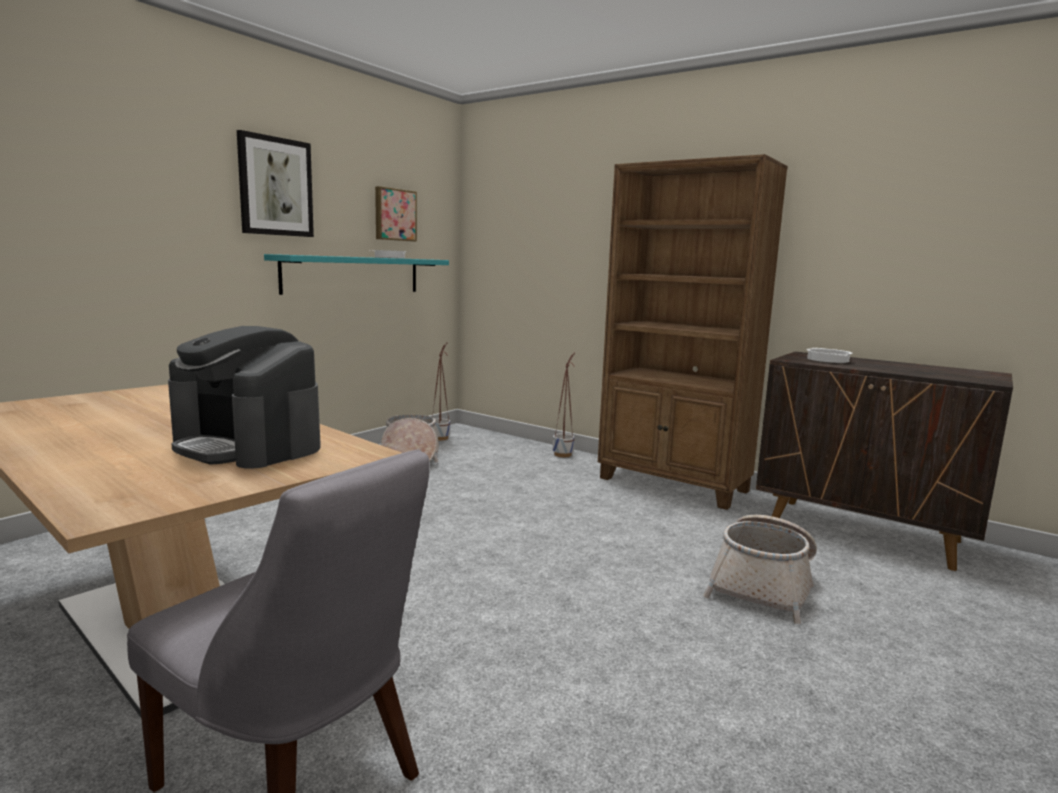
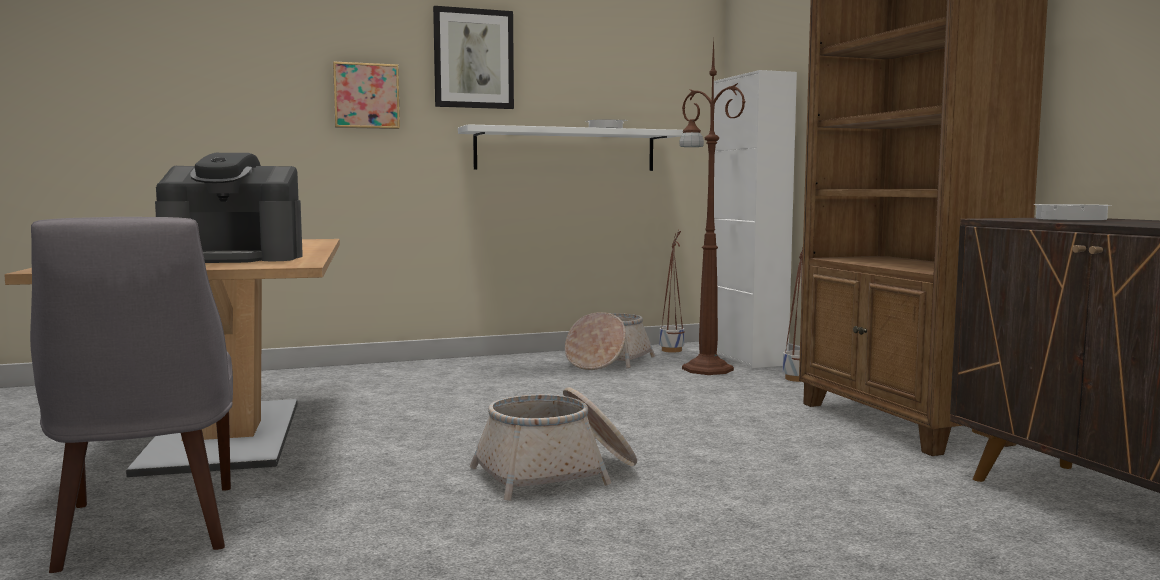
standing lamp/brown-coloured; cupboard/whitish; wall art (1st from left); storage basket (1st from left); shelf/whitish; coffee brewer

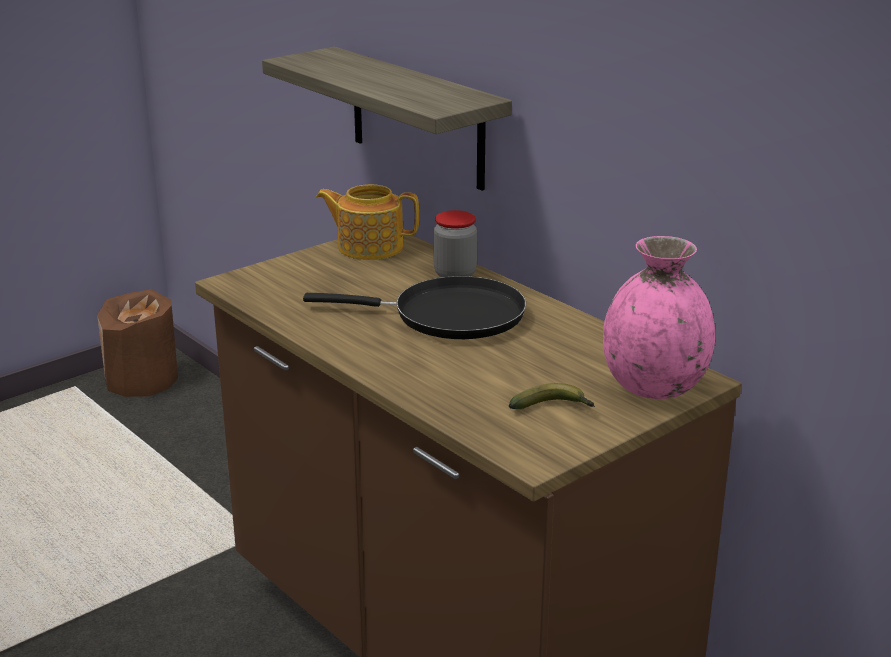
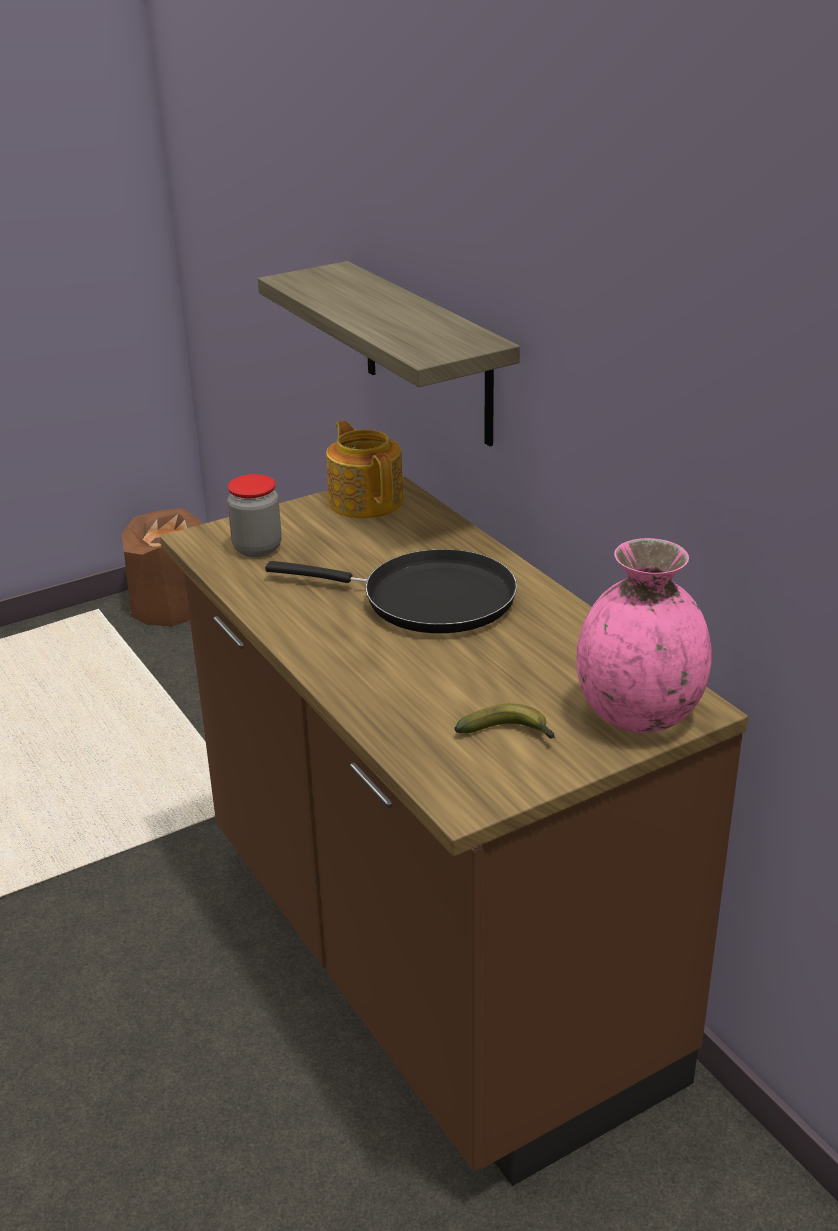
storage jar; pot for tea

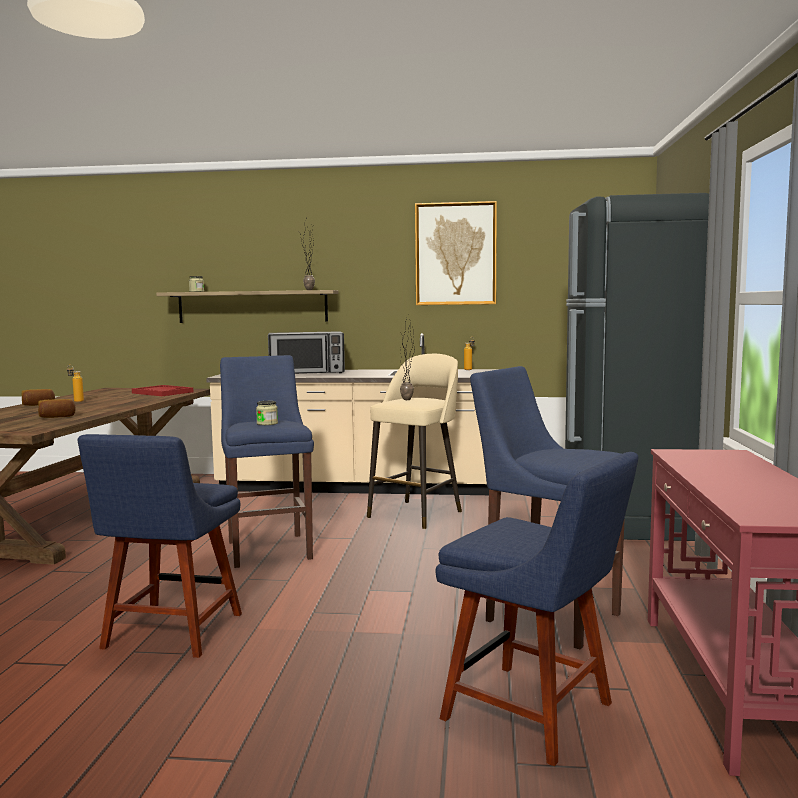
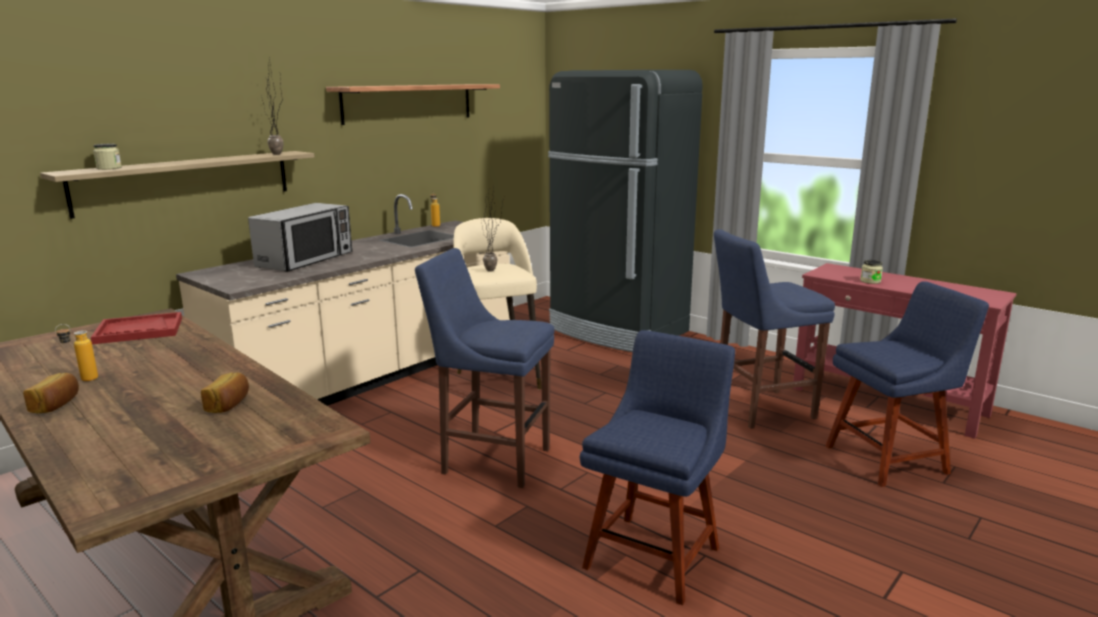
storage jar (2nd from left); shelf (2nd from left); chair/blue-coloured (1st from left)

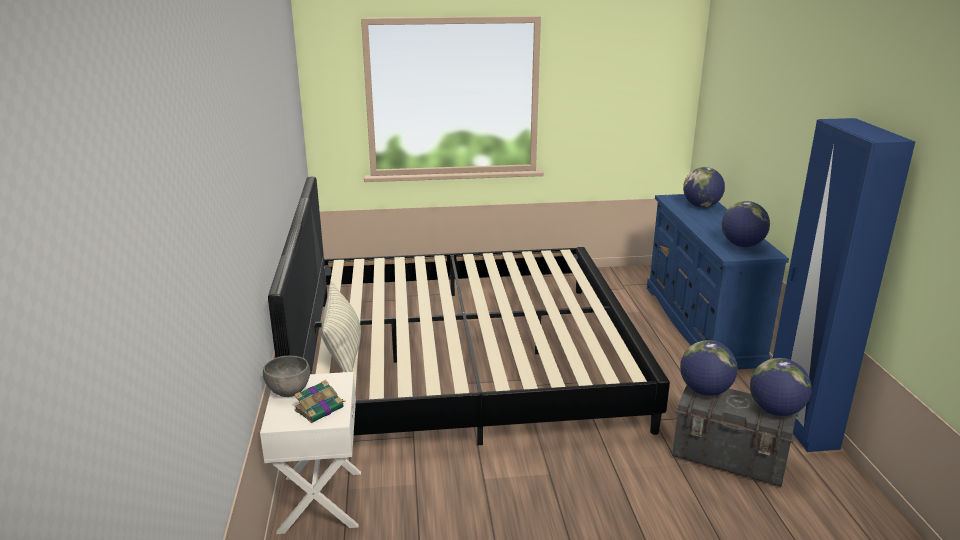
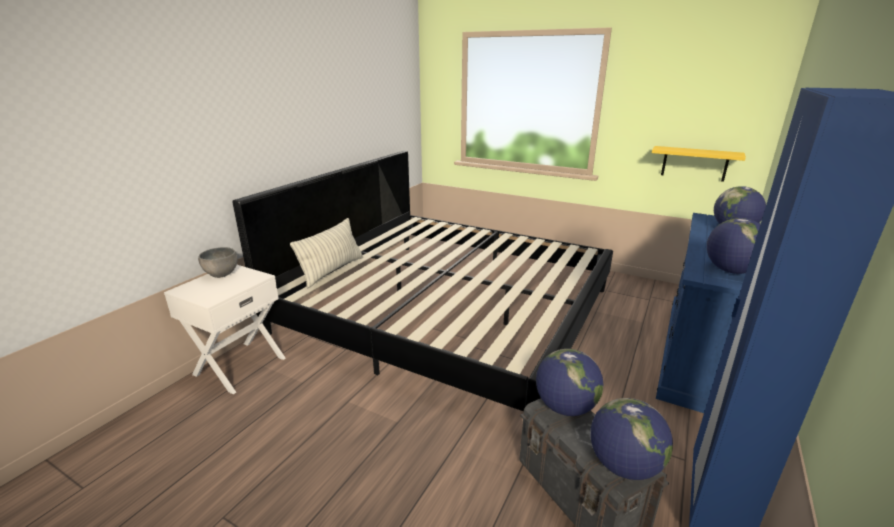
volume; shelf/yellow

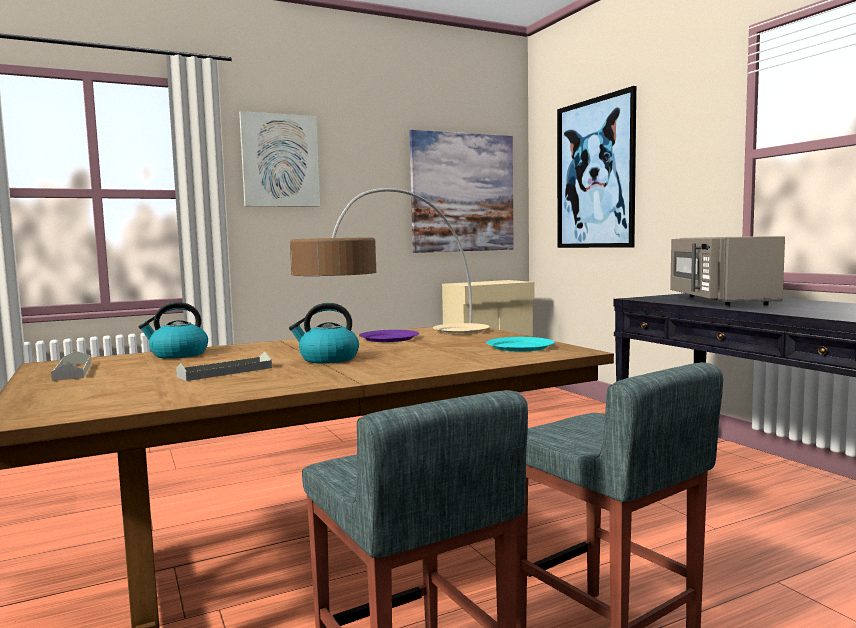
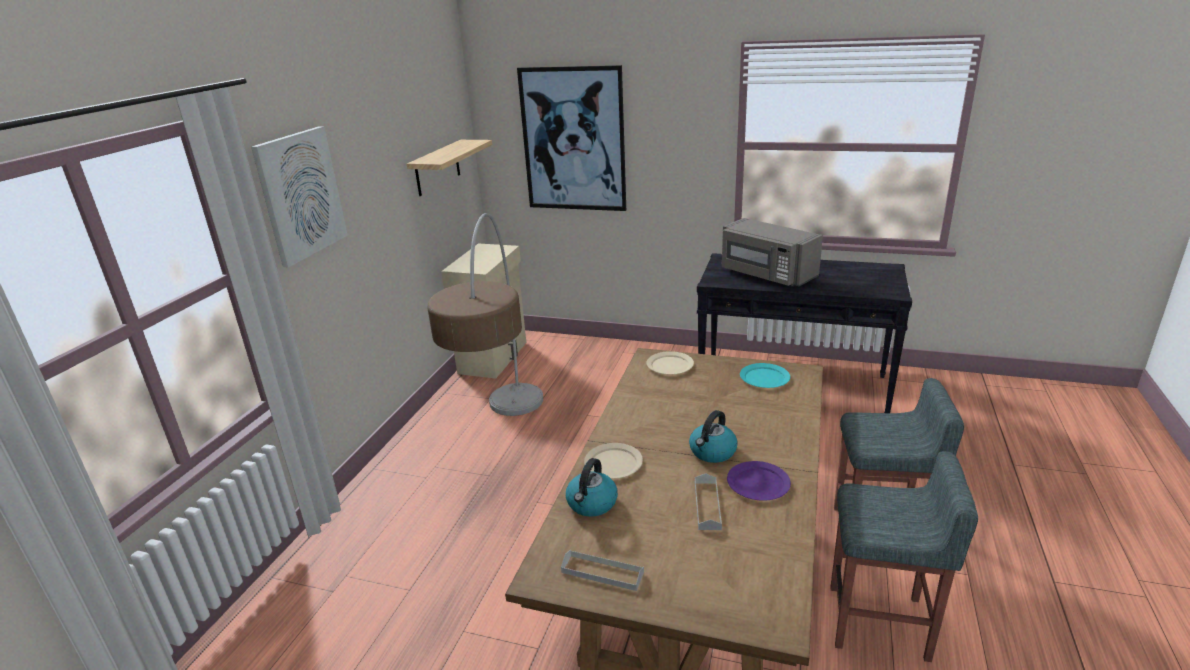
dinner plate/beige (1st from left); dinner plate/purplish; shelf

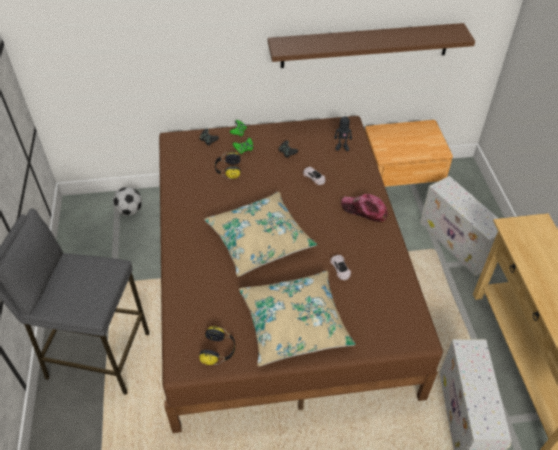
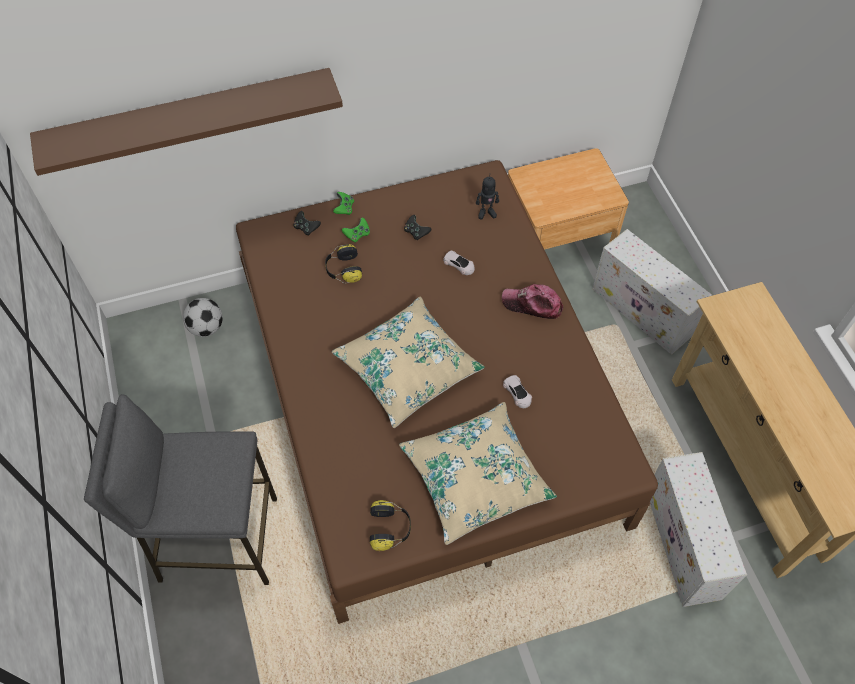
shelf/brown-coloured

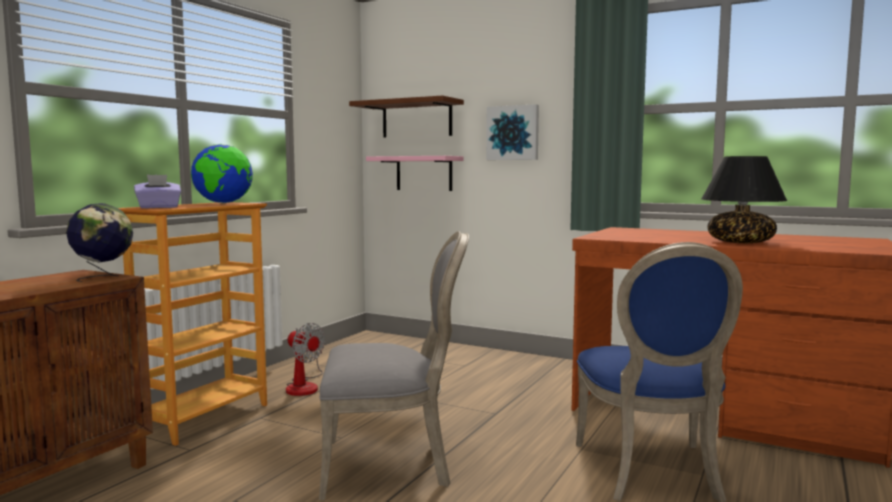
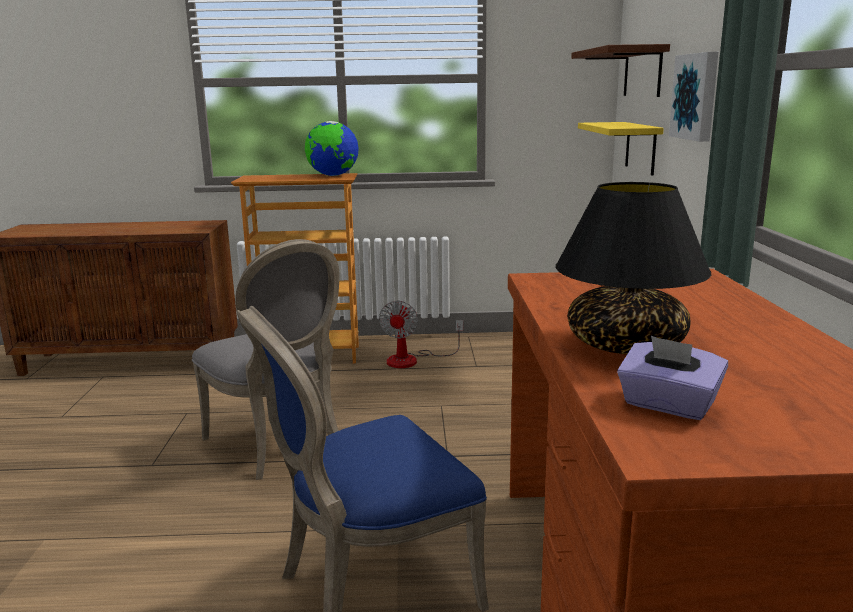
world globe (1st from left in the first image); box of tissues/purplish; shelf/yellow

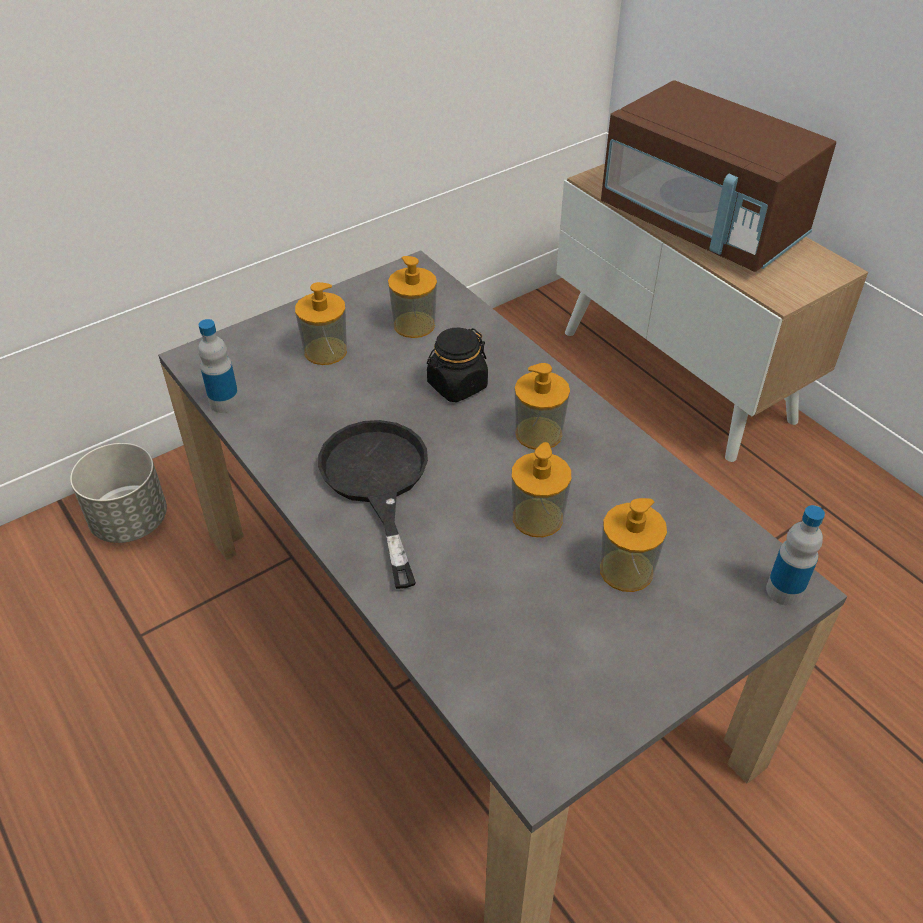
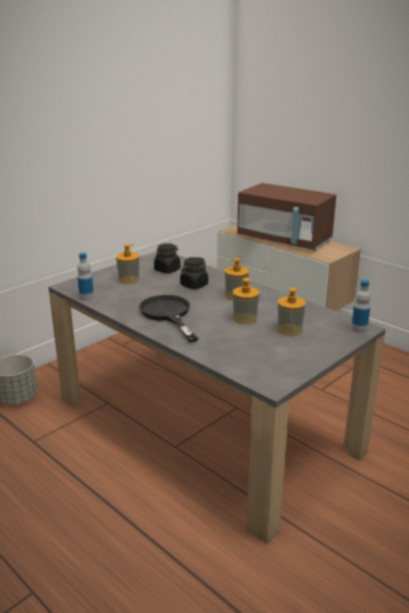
storage jar/black-coloured (1st from left)

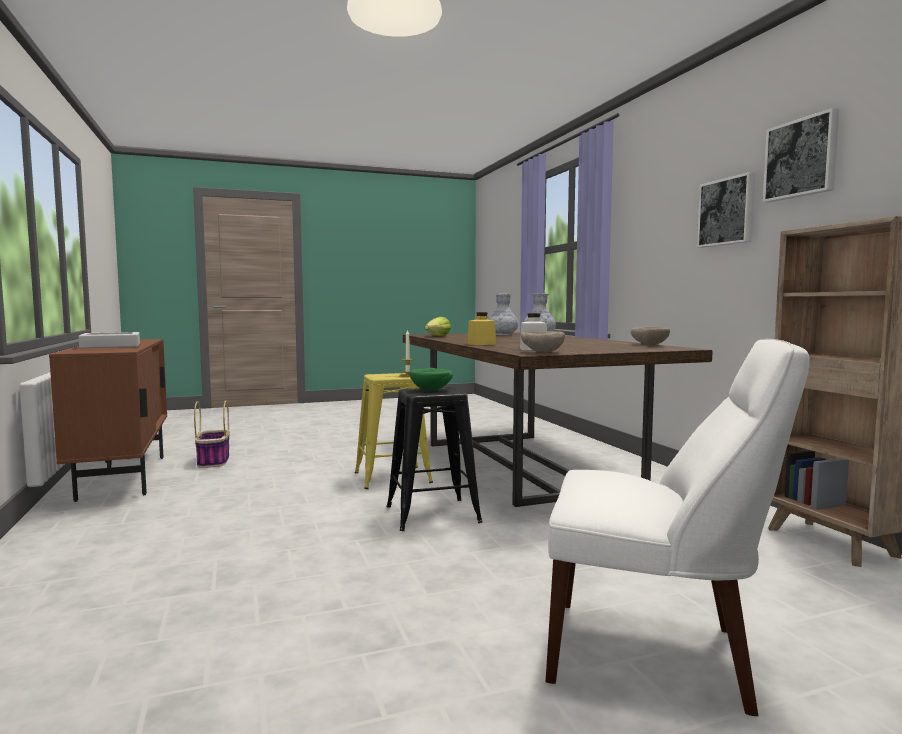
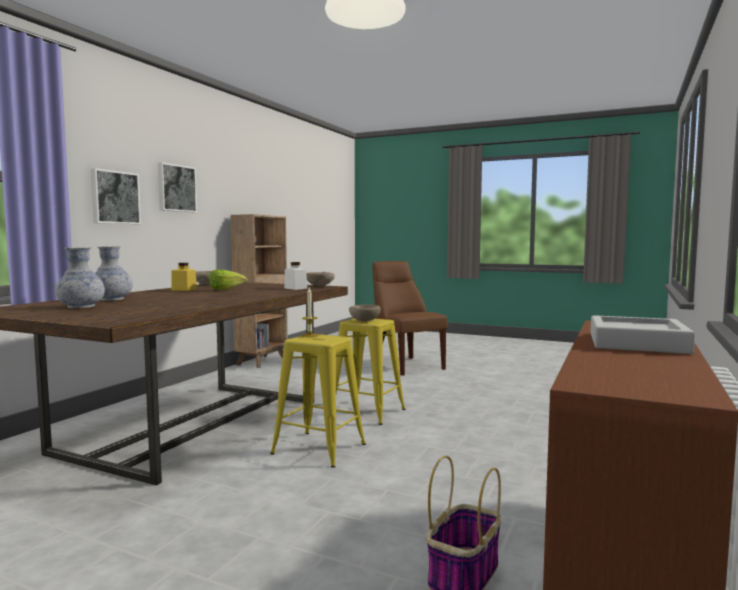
lettuce head; storage jar/yellow; wall art (1st from left); sitting stool/yellow (2nd from left); serving bowl/beige (3rd from left); chair/brown-coloured

